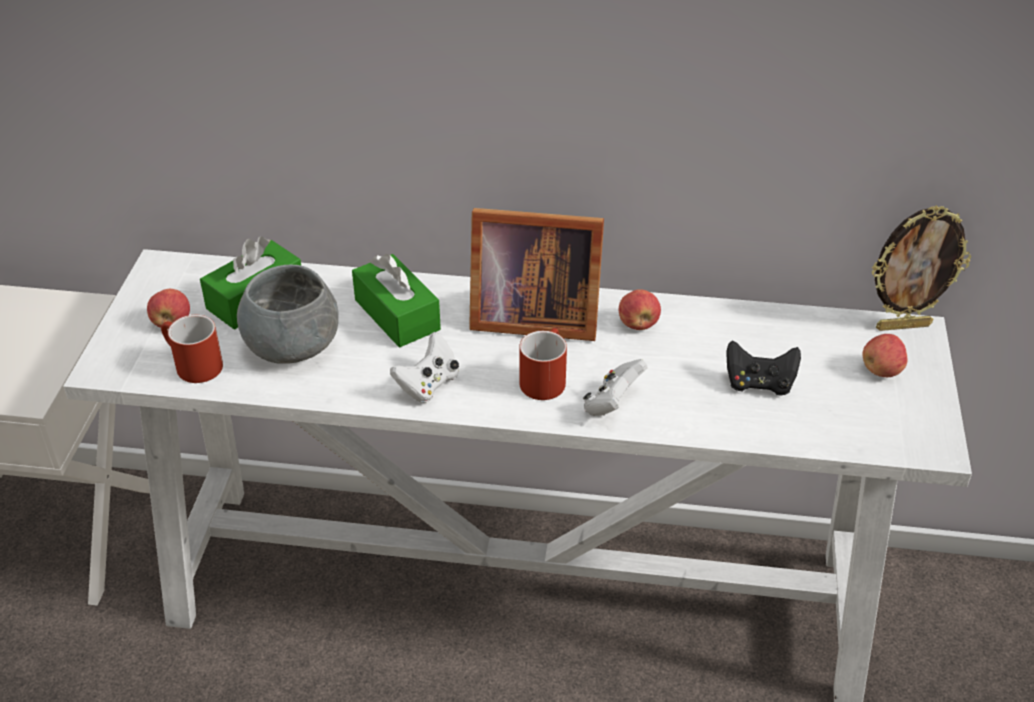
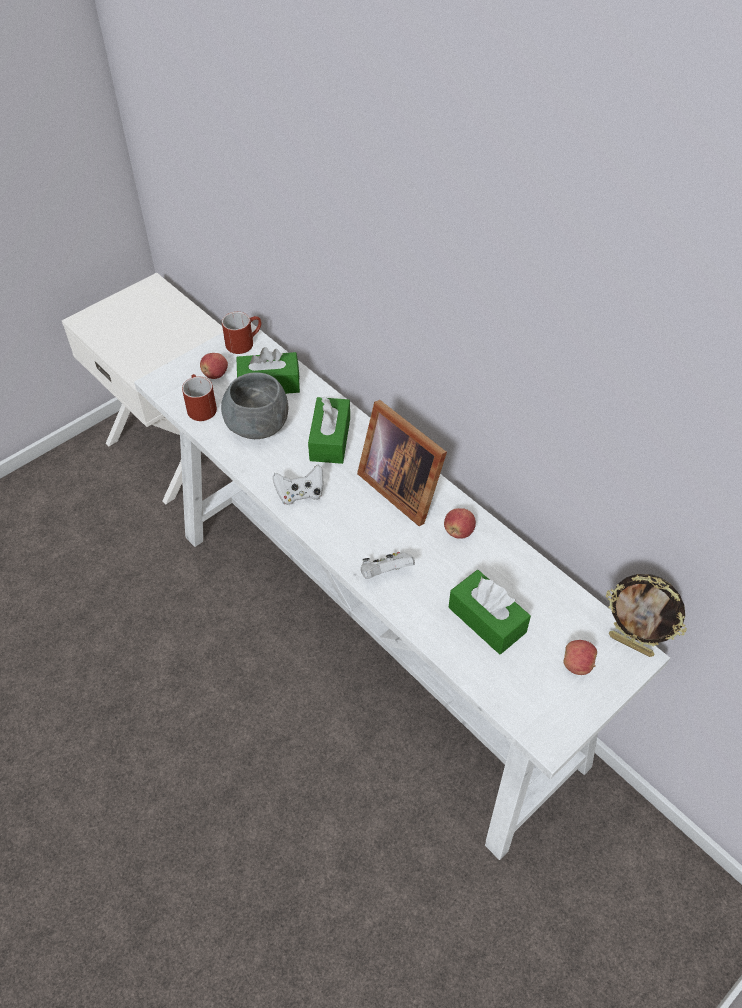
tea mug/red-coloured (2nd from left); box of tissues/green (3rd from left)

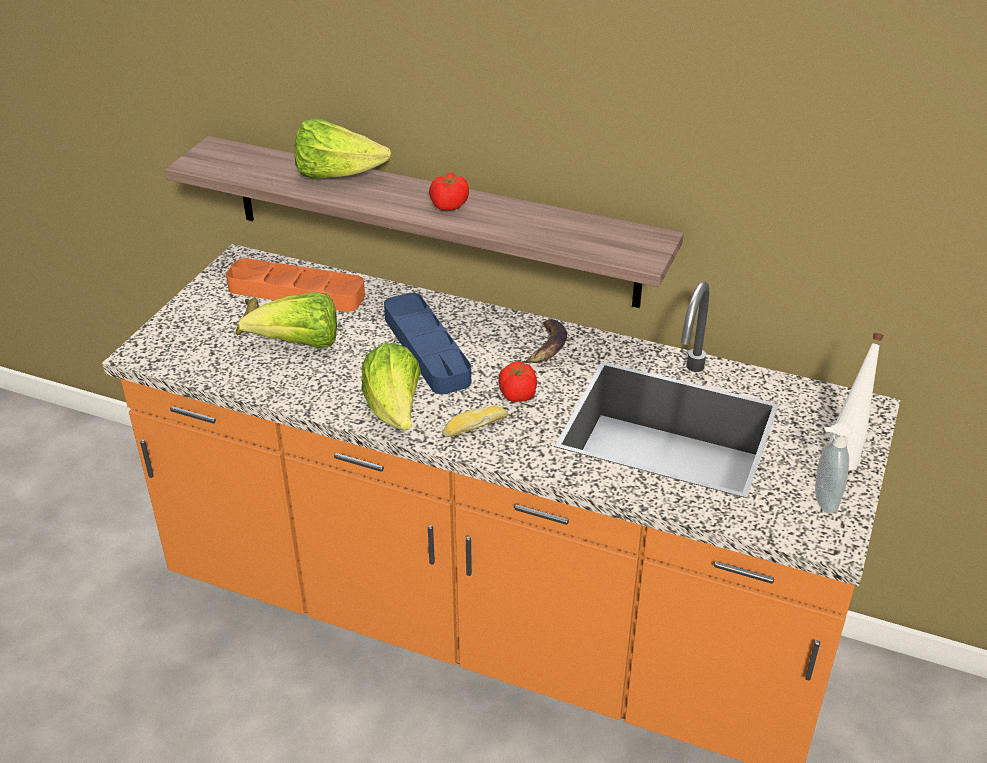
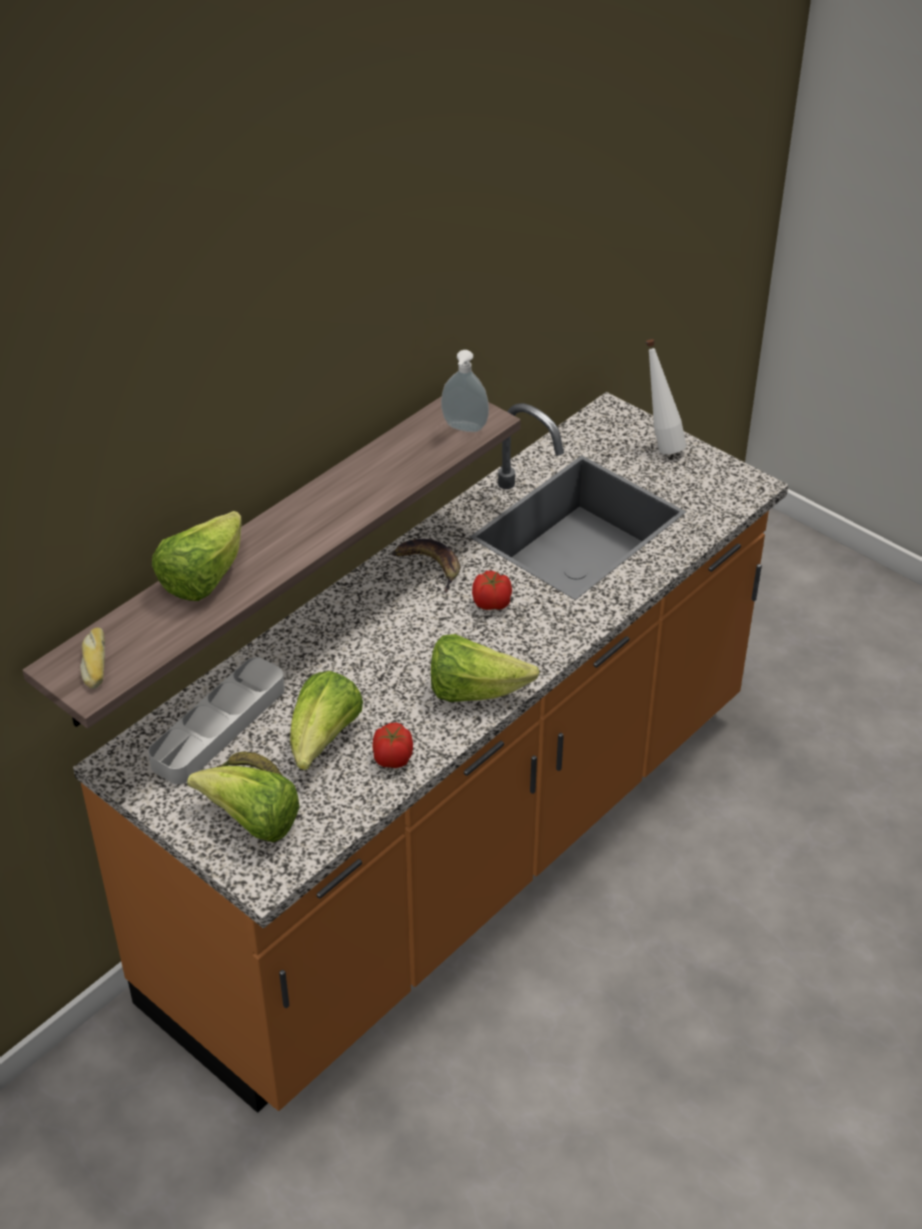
serving tray/blue-coloured; lettuce head (2nd from left); tomato (1st from left); bread; soap dispenser; serving tray/grey

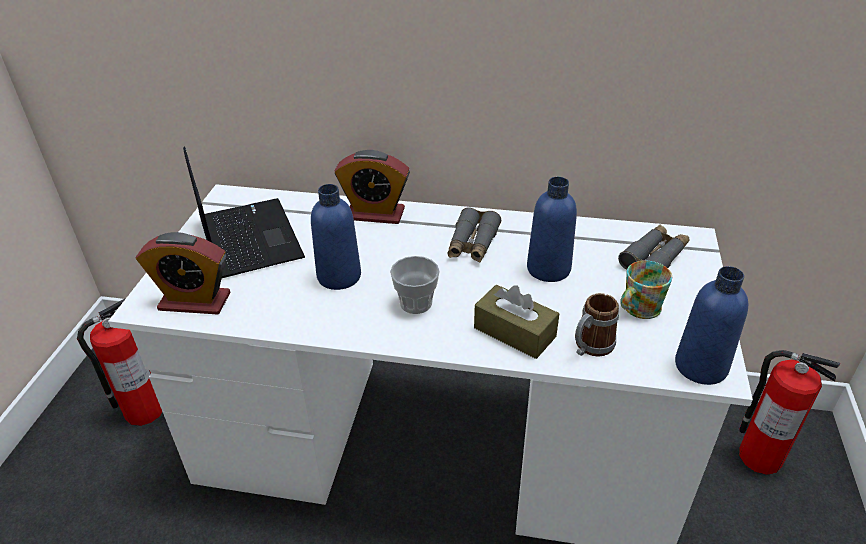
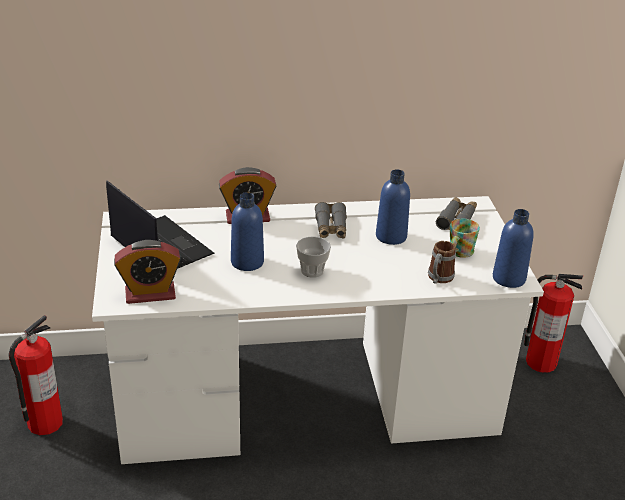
box of tissues/brown-coloured

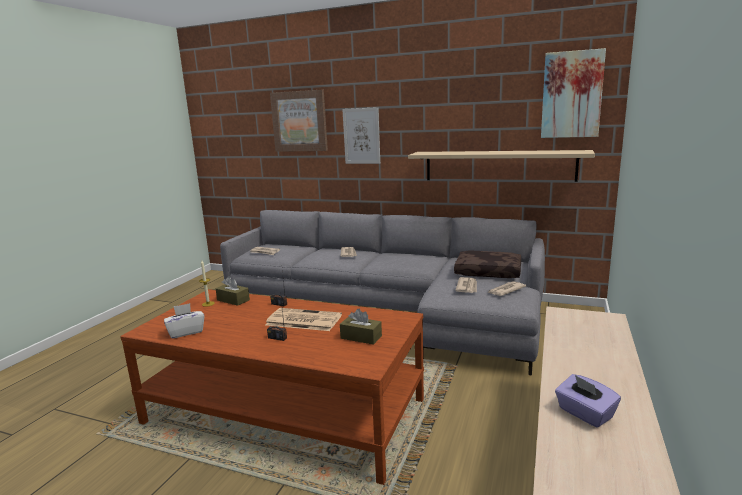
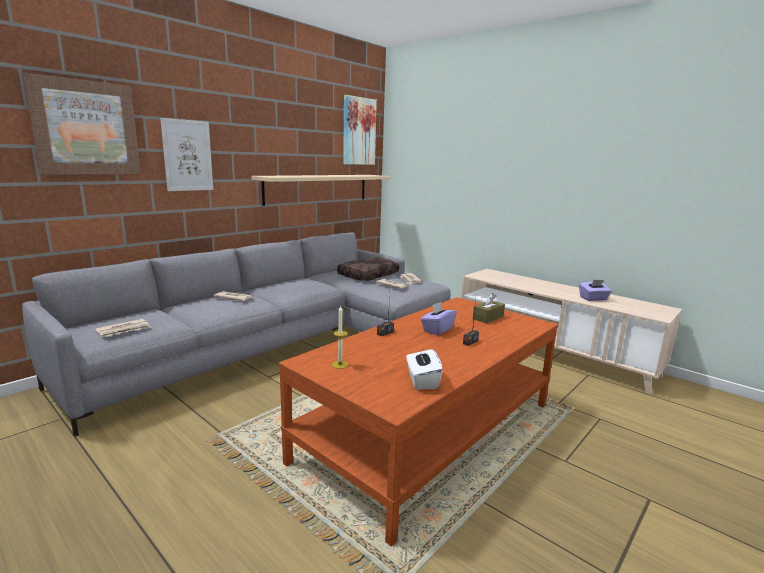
box of tissues/brown-coloured (1st from left in the first image); box of tissues/purplish (1st from left)

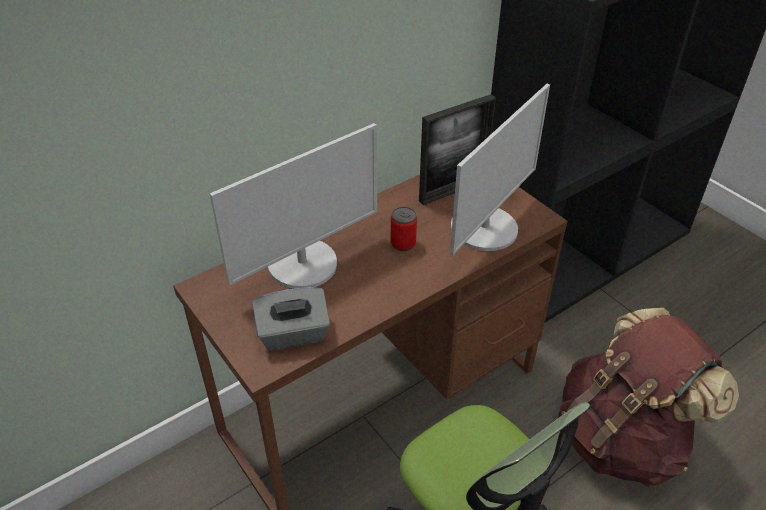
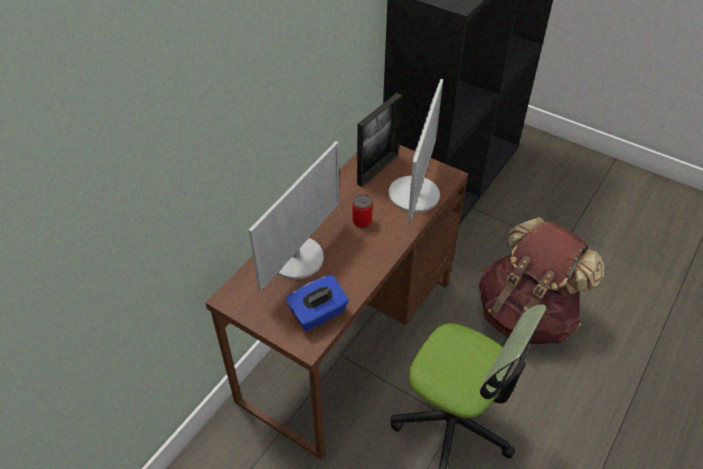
box of tissues/blue-coloured

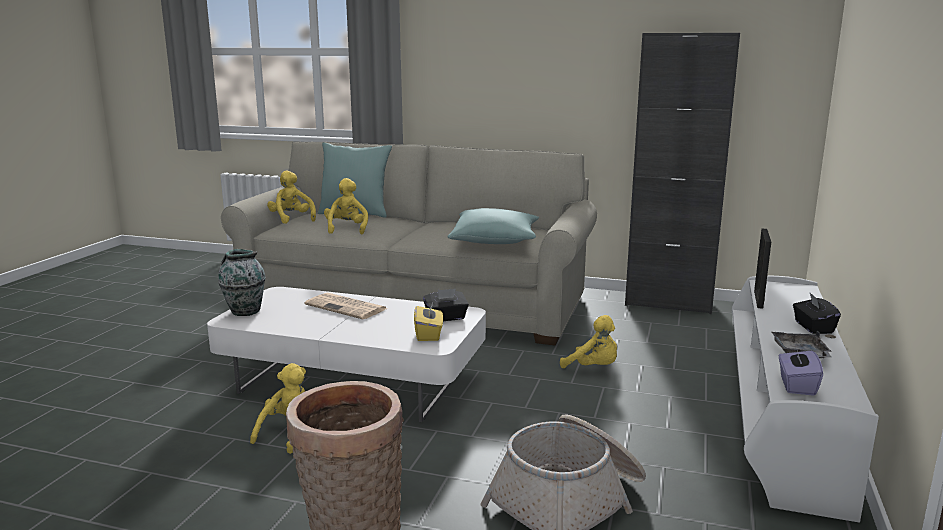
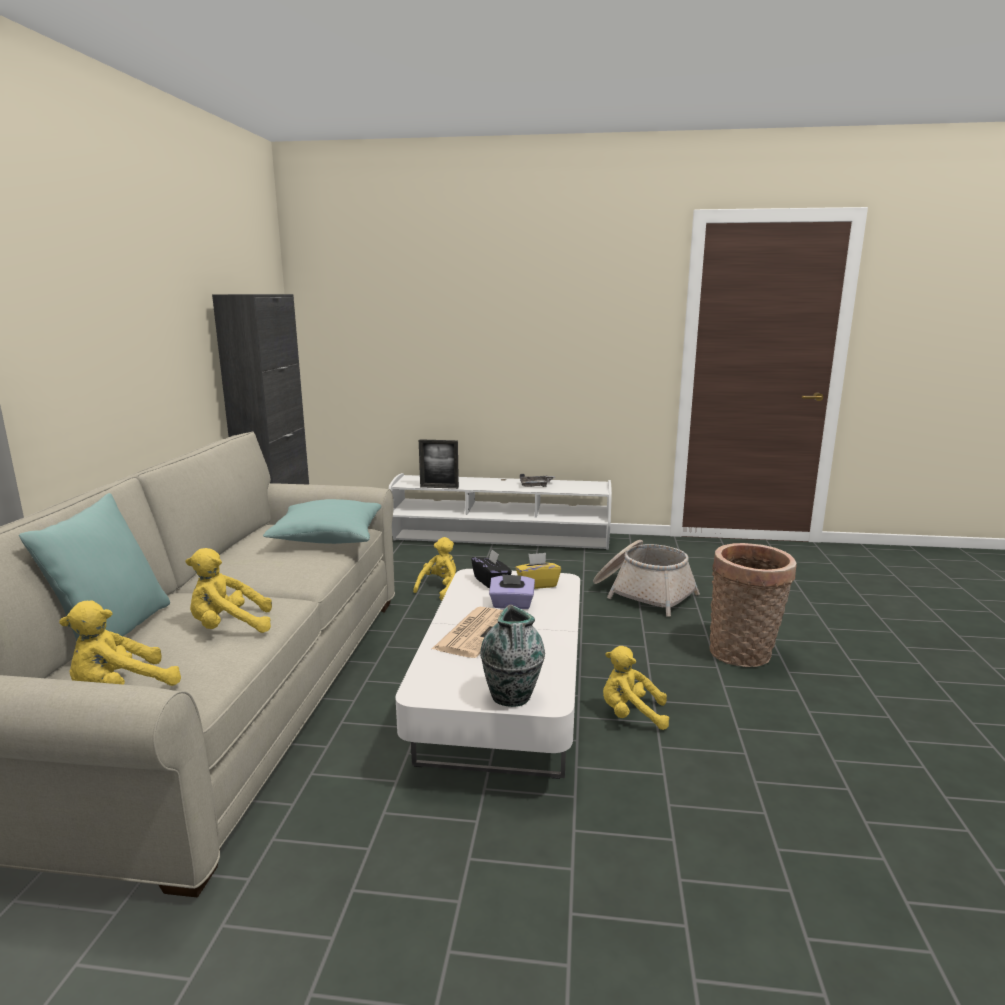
box of tissues/black-coloured (2nd from left in the first image); box of tissues/purplish

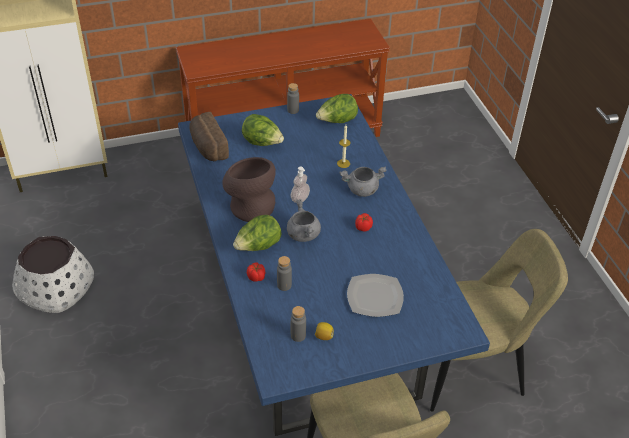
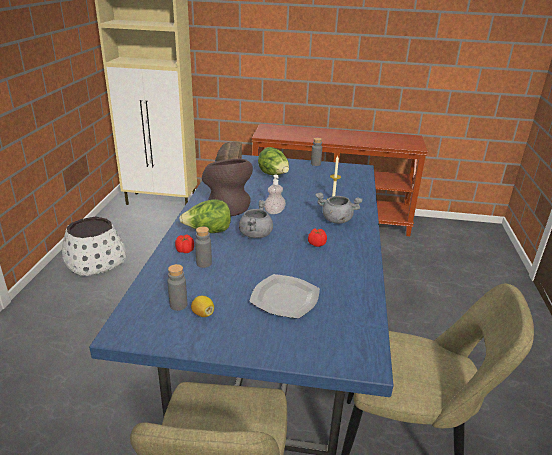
lettuce head (3rd from left in the first image)

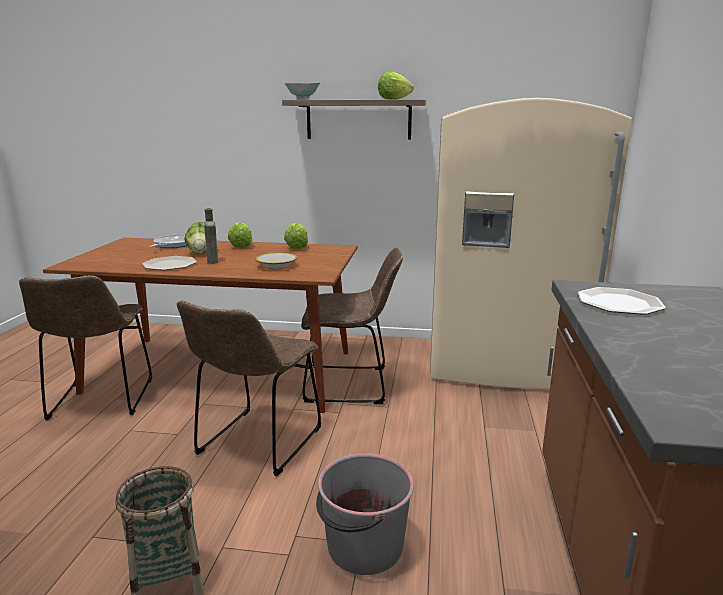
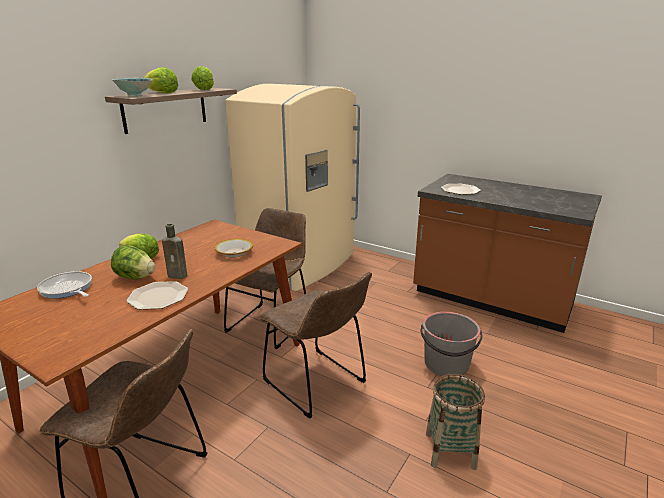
lettuce head (3rd from left)

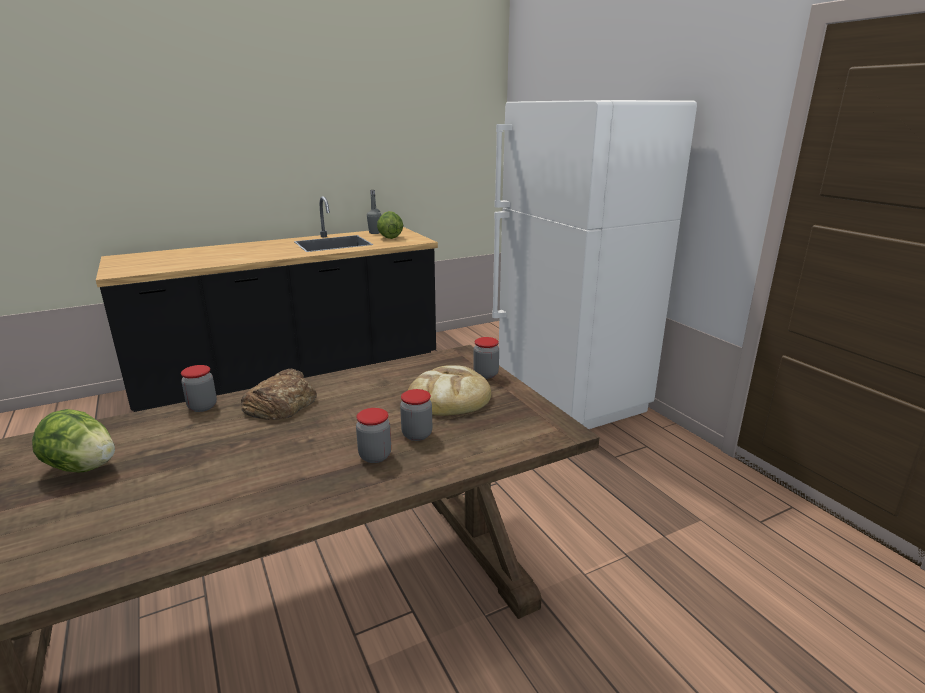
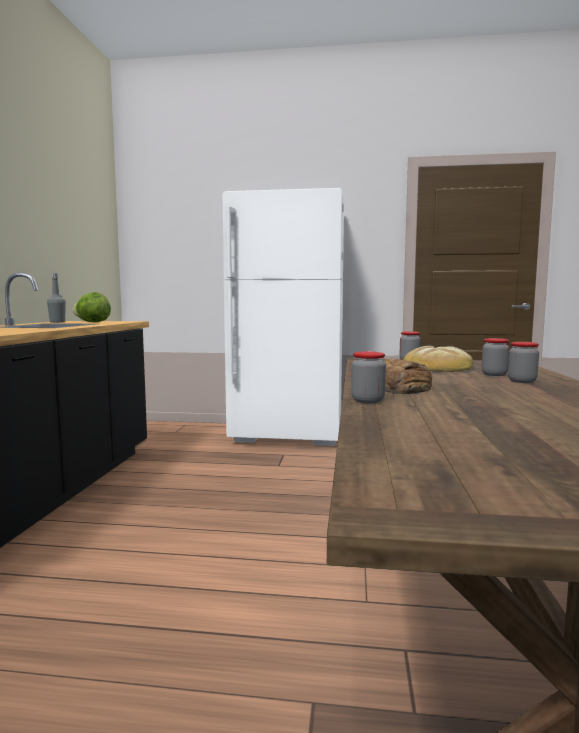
lettuce head (1st from left in the first image)

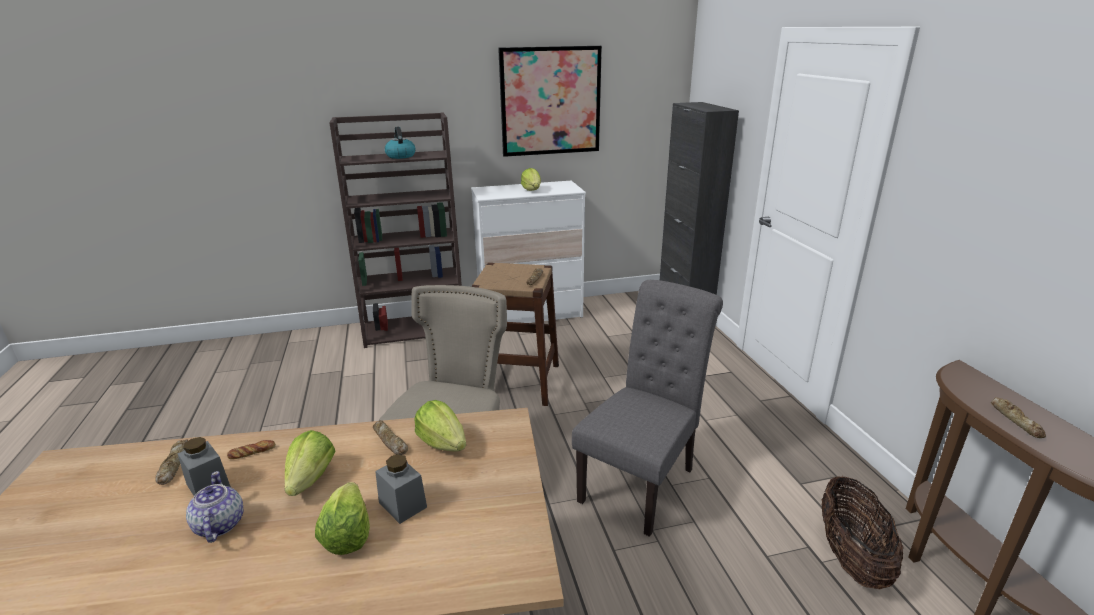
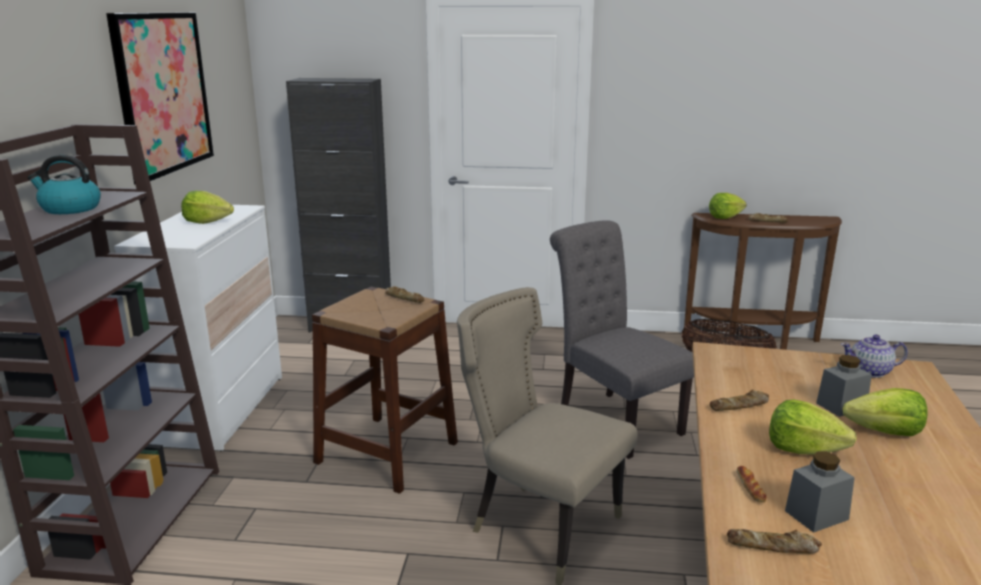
pot for tea; lettuce head (2nd from left)

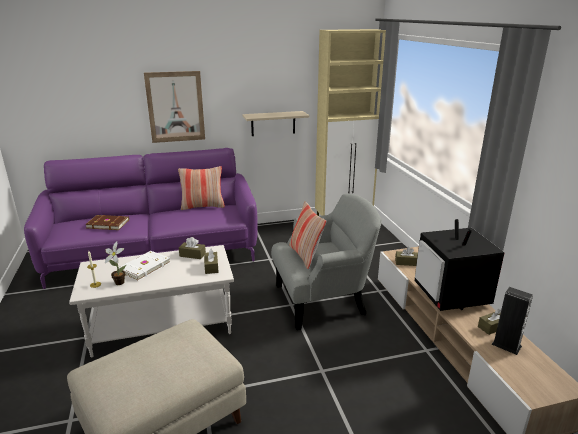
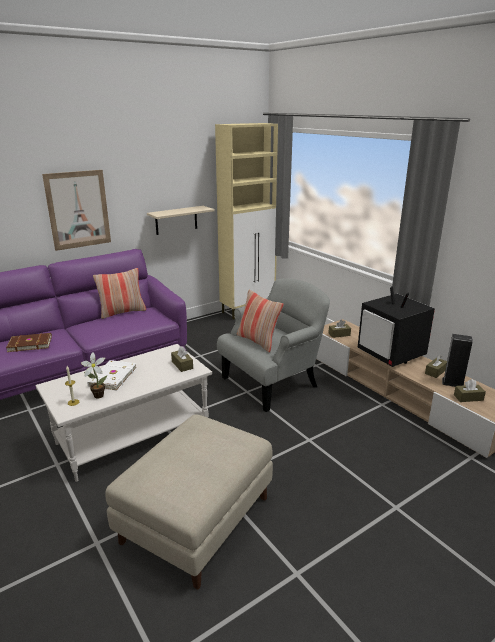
box of tissues/brown-coloured (4th from left)

